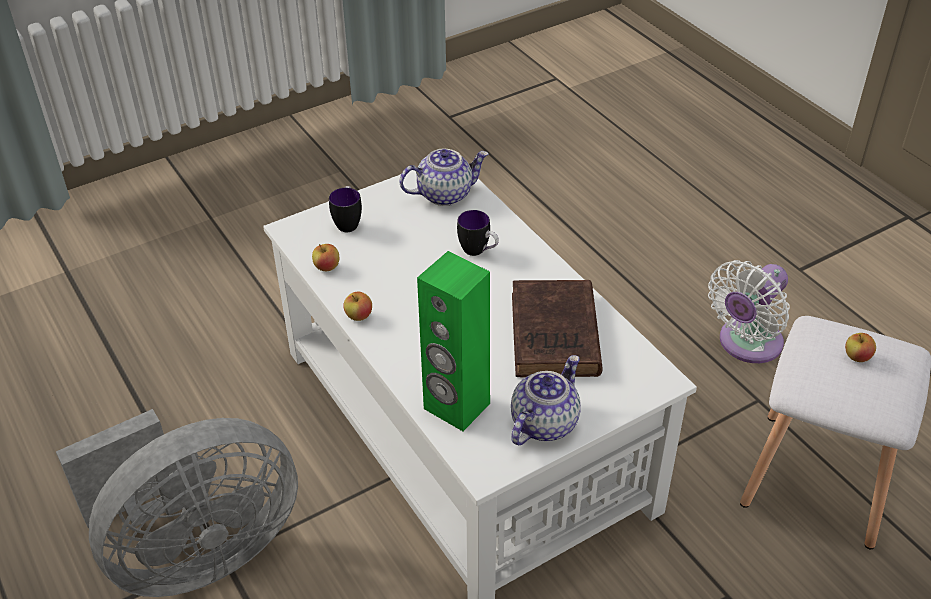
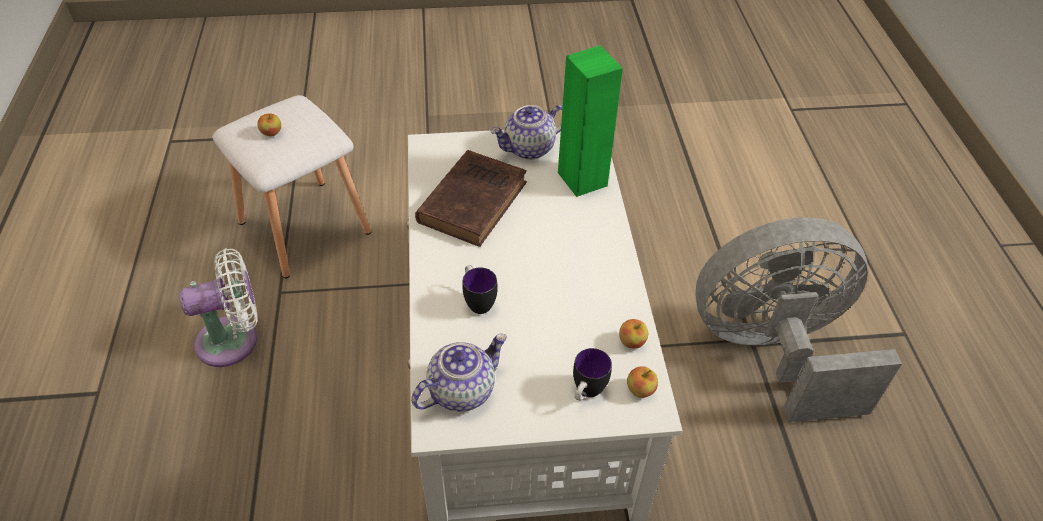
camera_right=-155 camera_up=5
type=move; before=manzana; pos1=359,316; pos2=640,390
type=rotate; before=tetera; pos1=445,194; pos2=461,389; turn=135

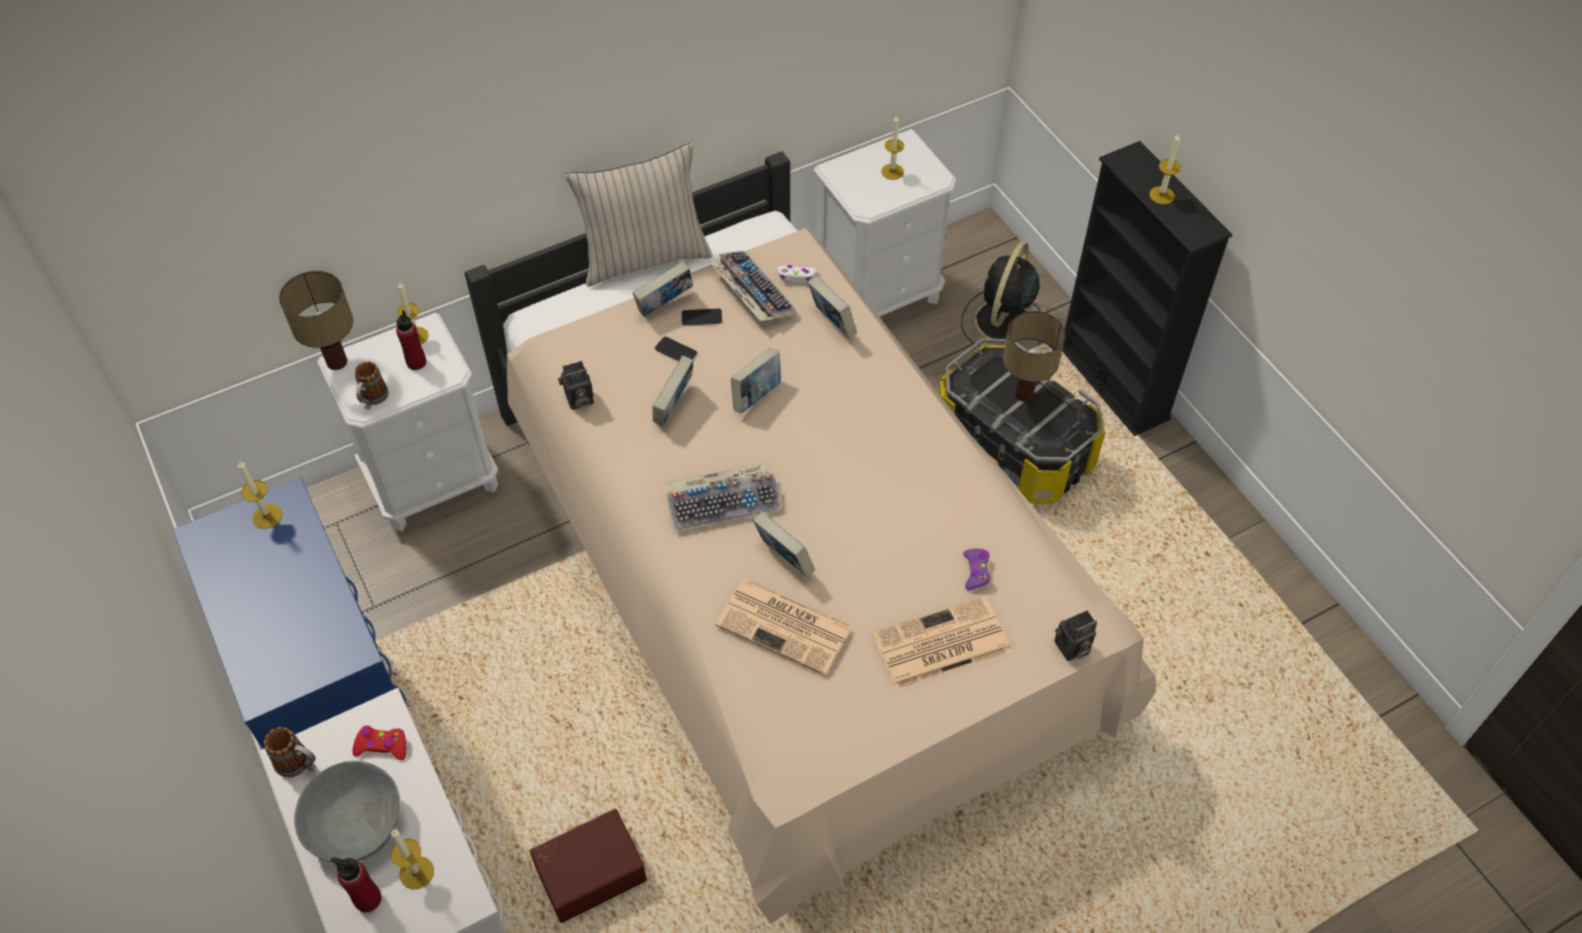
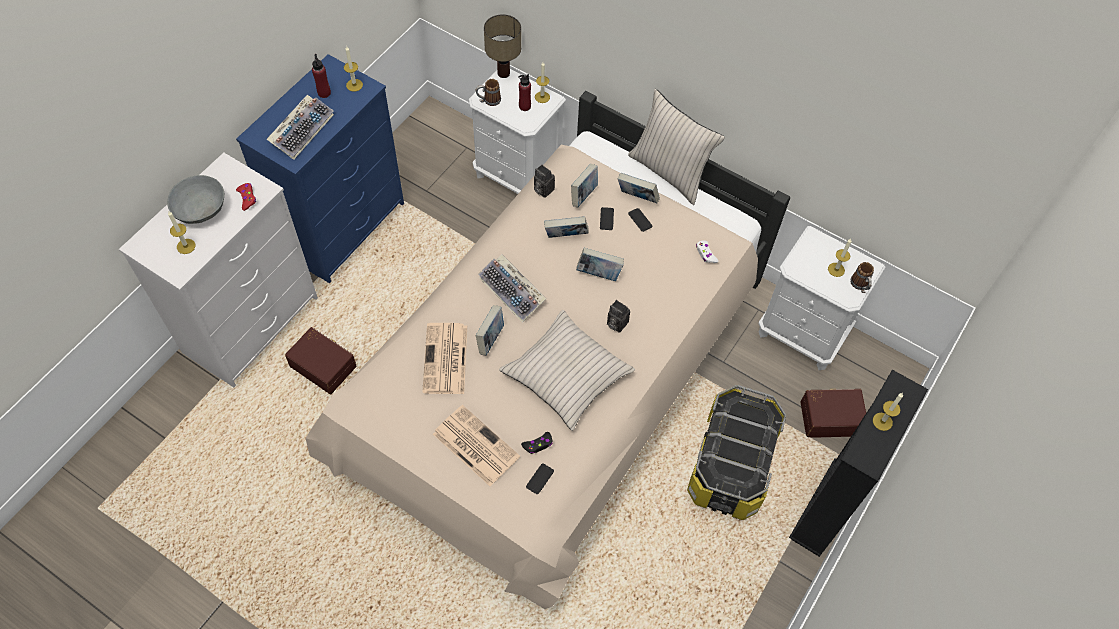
camera_right=60 camera_up=5
type=delete; before=lámpara de mesa; pos1=1024,395
type=insert; after=cojín/beis; pos2=566,375
type=insert; after=móvil; pos2=540,479
type=move; before=taza grande; pos1=299,764; pos2=860,286
type=move; before=botella/rojo; pos1=367,899; pos2=324,93
type=move; before=teclado; pos1=751,293; pos2=302,130
type=move; before=libro; pos1=831,323; pos2=584,195
type=move; before=cámara; pos1=1071,649; pos2=615,323
type=replace; before=ventilador/negro; after=caja de almacenaje/marrón; pos1=1002,323; pos2=830,417
type=recolor; before=mando de consola/morado; after=mando de consola/negro; pos1=976,571; pos2=538,445

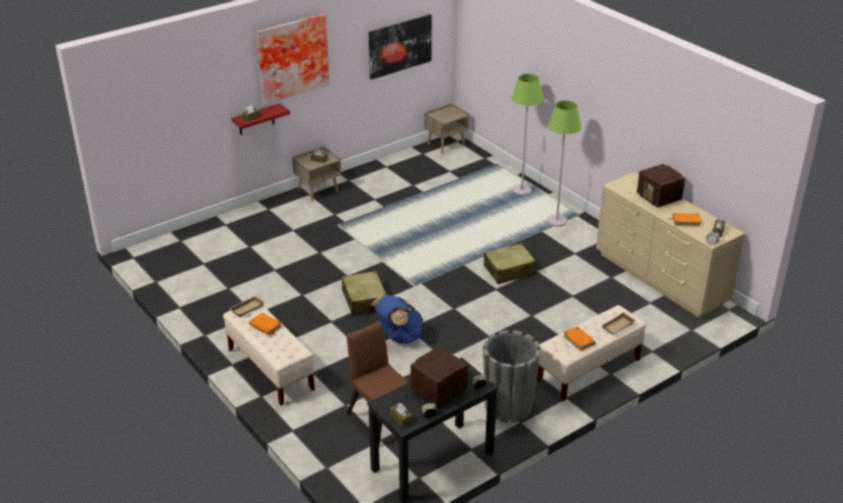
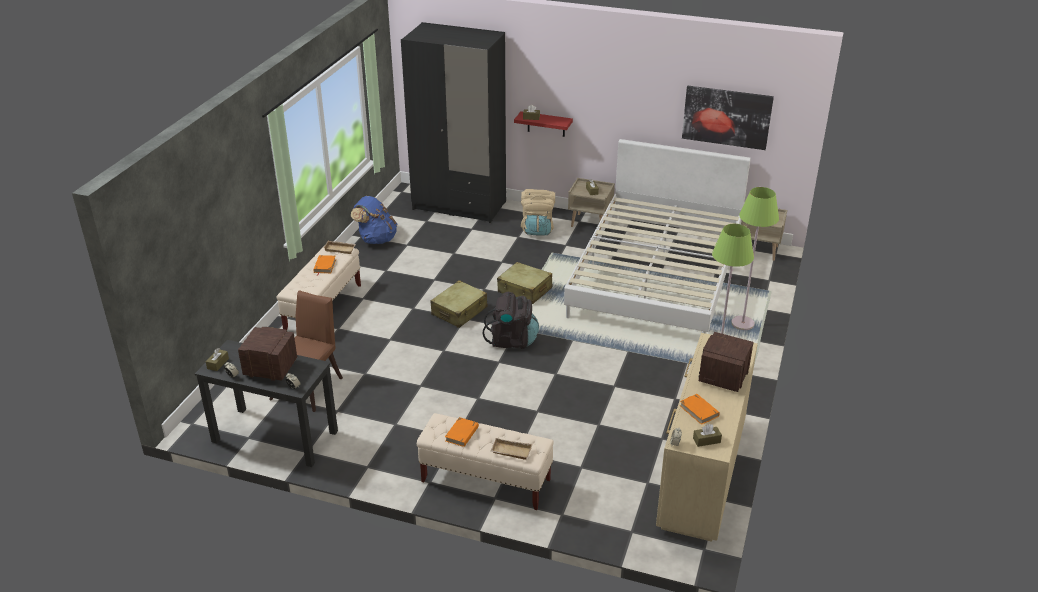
camera_right=55 camera_up=0
type=delete; before=cuadro; pos1=292,57
type=delete; before=maceta/gris; pos1=508,407
type=insert; after=armario ropero/negro; pos2=459,205
type=insert; after=mochila/negro; pos2=512,340
type=insert; after=mochila/beis; pos2=537,229
type=insert; after=cama/blanco; pos2=656,276
type=move; before=mochila/azul; pos1=398,337; pos2=376,239
type=move; before=maleta/beis; pos1=509,270; pos2=525,290

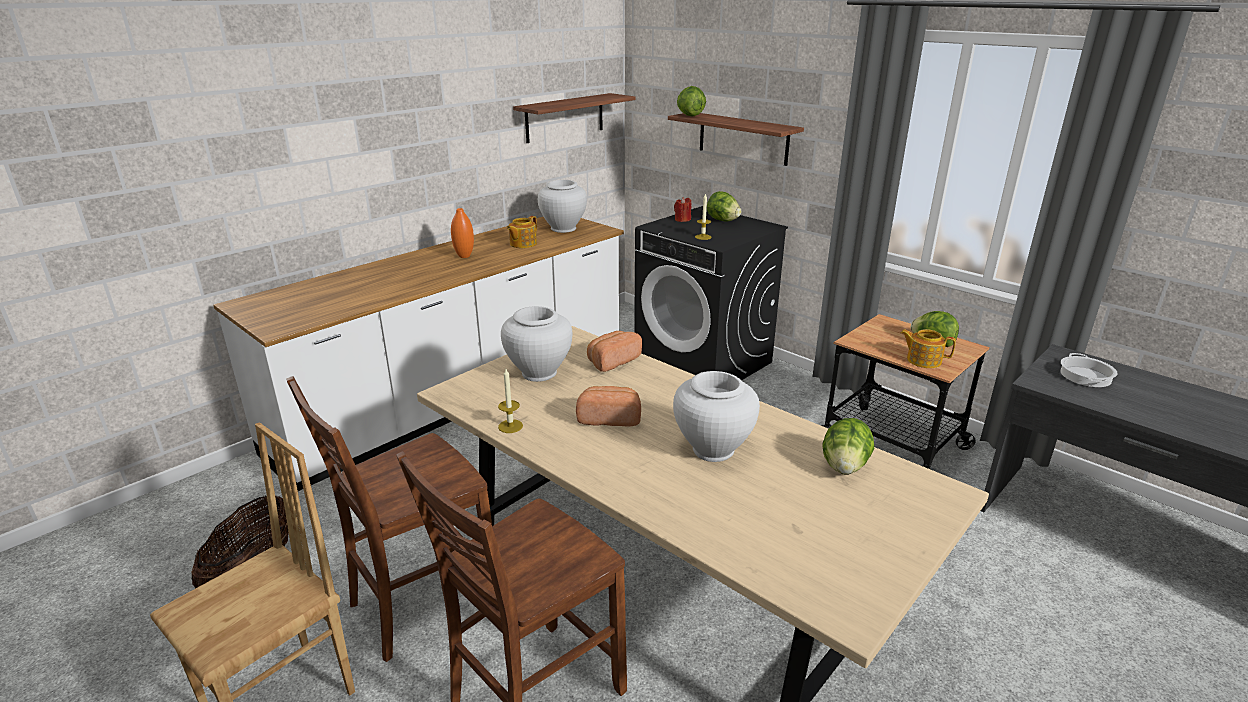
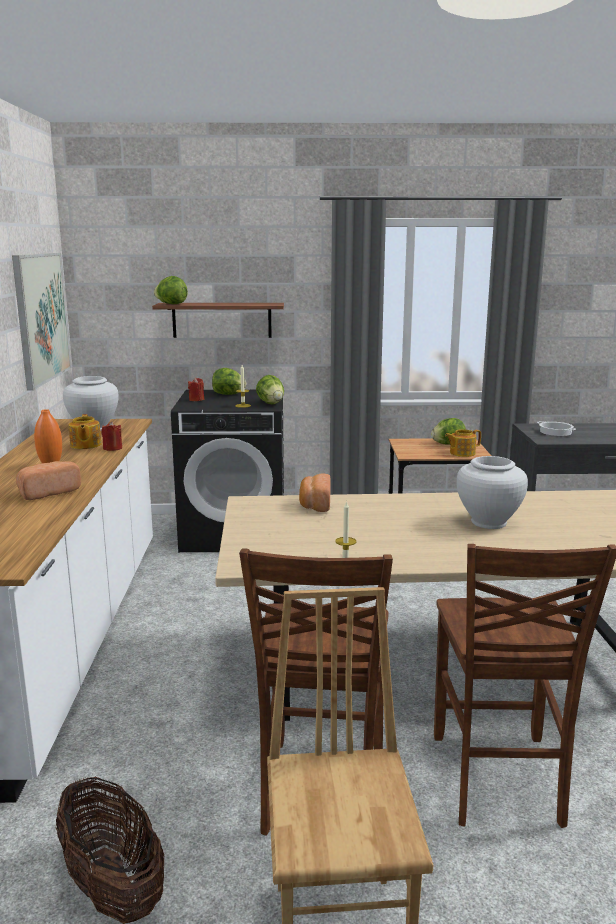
camera_right=-45 camera_up=-10
type=delete; before=florero/blanco; pos1=539,373
type=insert; after=vela/rojo; pos2=112,448
type=move; before=pan; pos1=609,418; pos2=47,492
type=move; before=lechuga; pos1=844,466; pos2=271,403
type=replace; before=estante; after=cuadro; pos1=565,117; pos2=41,317

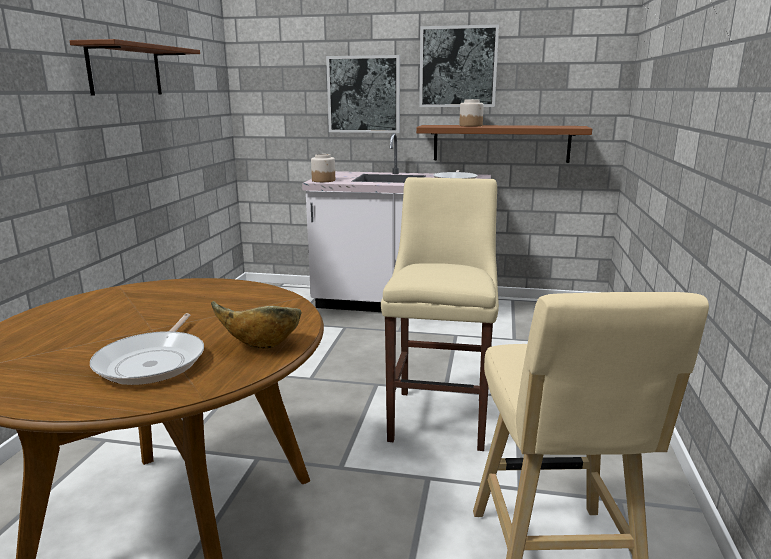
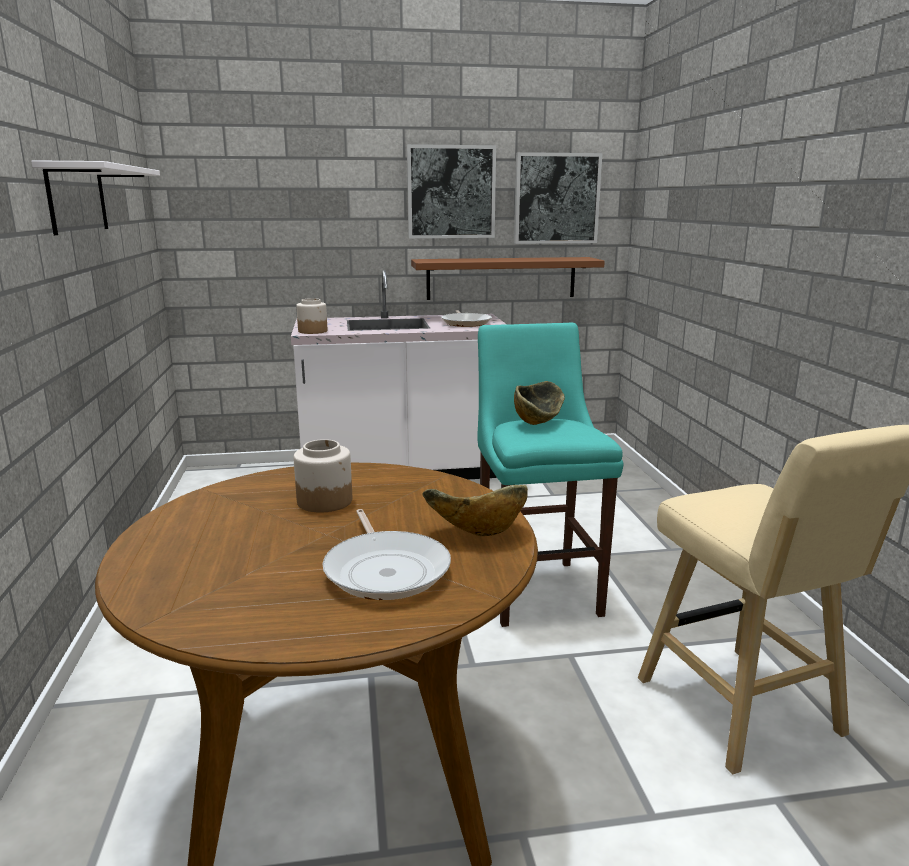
camera_right=-20 camera_up=0
type=insert; after=cuenco; pos2=538,422
type=move; before=cuadro; pos1=364,94; pos2=556,198
type=move; before=tarro; pos1=471,125; pos2=325,501
type=recolor; before=estante/marrón; after=estante/blanco; pos1=125,70; pos2=77,199
type=recolor; before=taburete/beis; after=taburete/turquesa; pos1=440,415; pos2=536,588

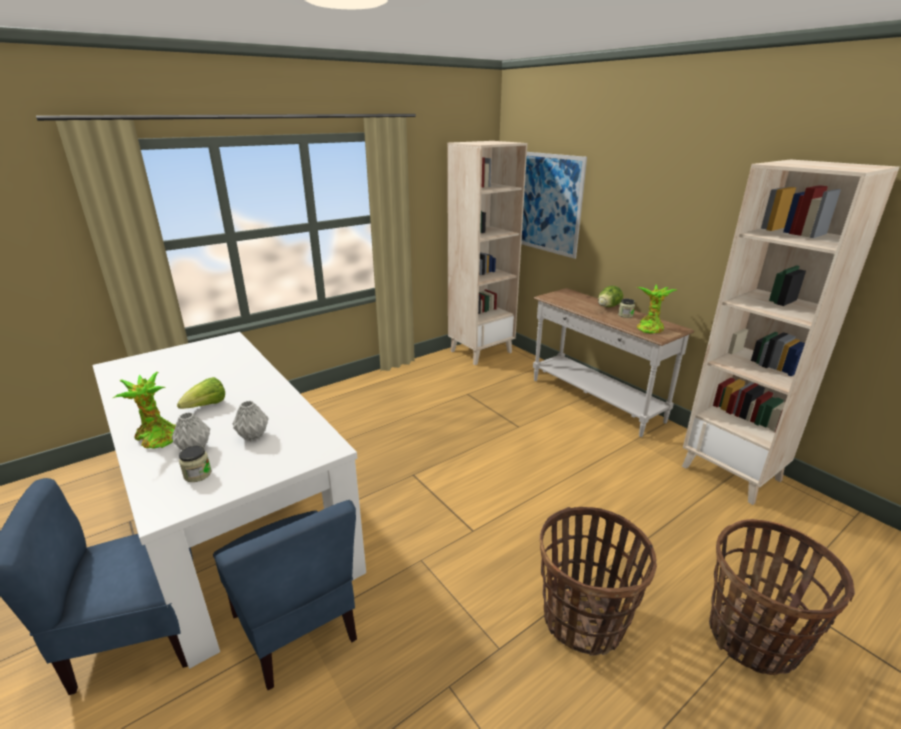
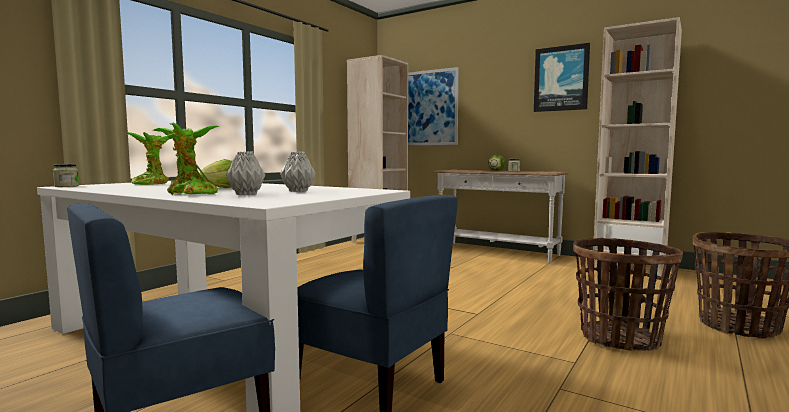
camera_right=-20 camera_up=-20
type=insert; after=cuadro; pos2=561,78
type=move; before=tarro; pos1=197,474; pos2=66,186
type=move; before=planta en maceta; pos1=650,328; pos2=152,184

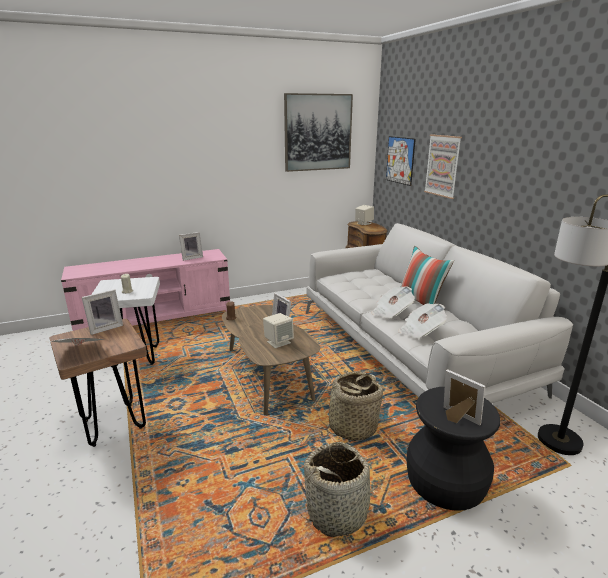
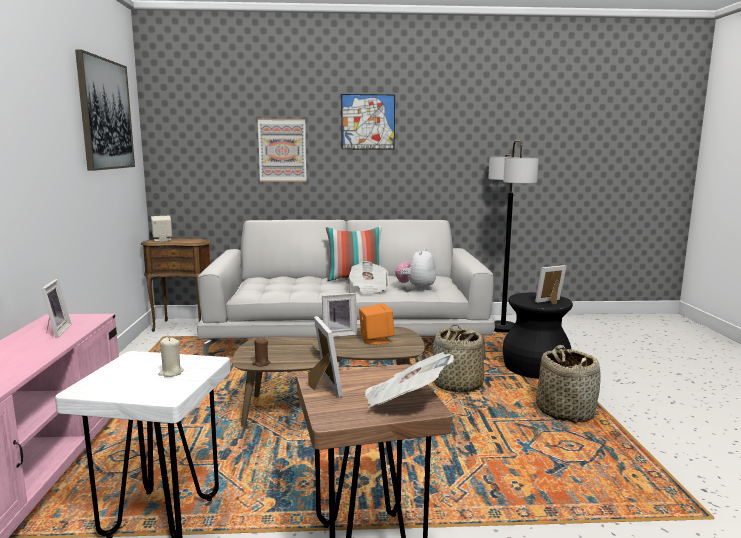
camera_right=-70 camera_up=-10
type=move; before=cuadro; pos1=400,160; pos2=368,122
type=replace; before=periódico; after=peluche; pos1=420,331; pos2=416,288
type=recolor; before=altavoz/beis; after=altavoz/naranja; pos1=278,342; pos2=376,340

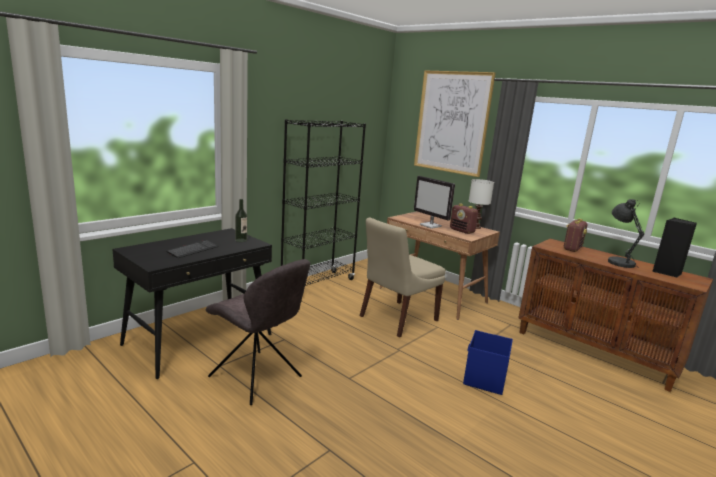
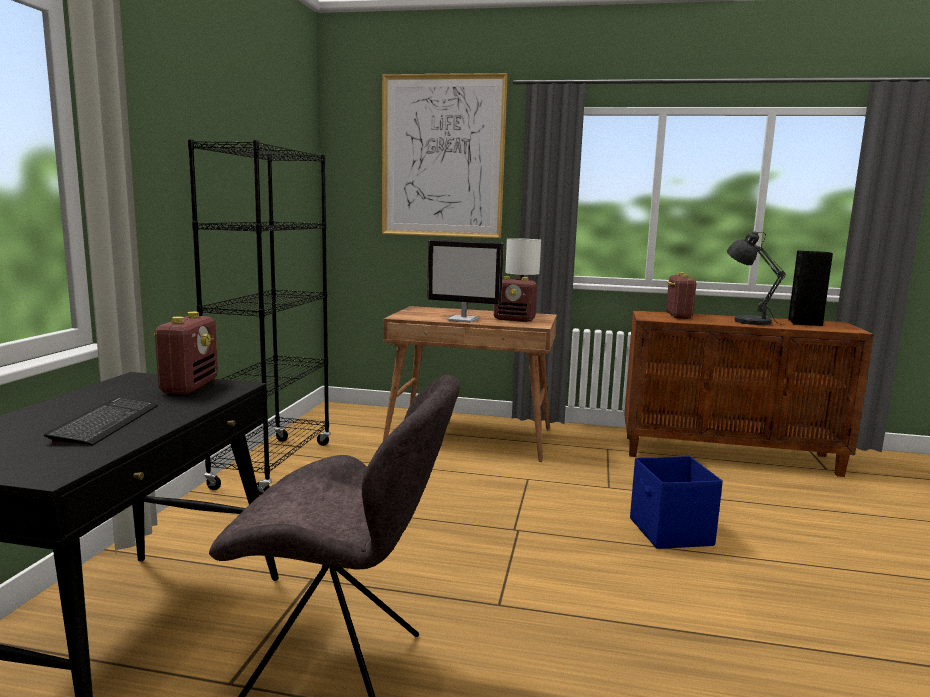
camera_right=-30 camera_up=-5
type=delete; before=silla/beis; pos1=396,319
type=replace; before=botella; after=radio; pos1=241,240; pos2=189,387

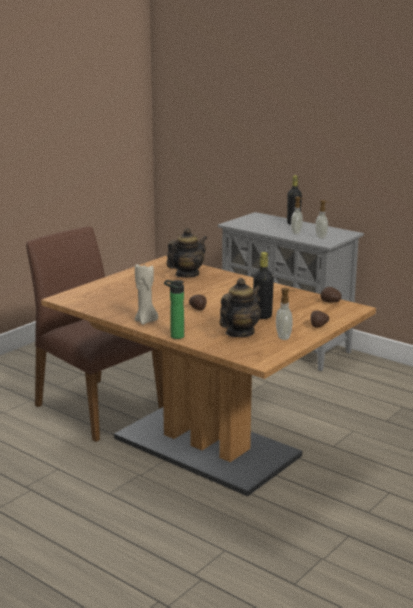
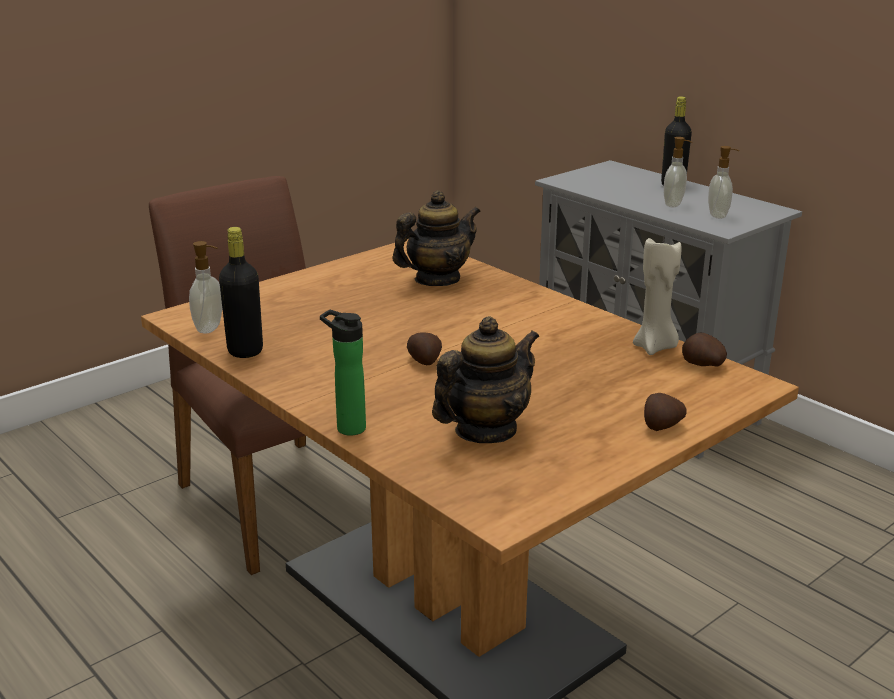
camera_right=10 camera_up=5
type=move; before=vela/beis; pos1=146,321; pos2=655,347
type=move; before=botella/negro; pos1=262,316; pos2=245,351
type=move; before=dispensador de jabón; pos1=284,337; pos2=210,328

